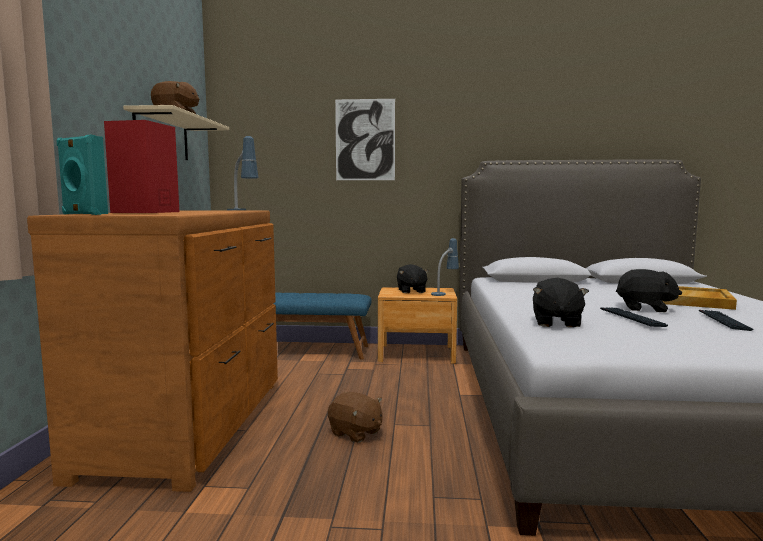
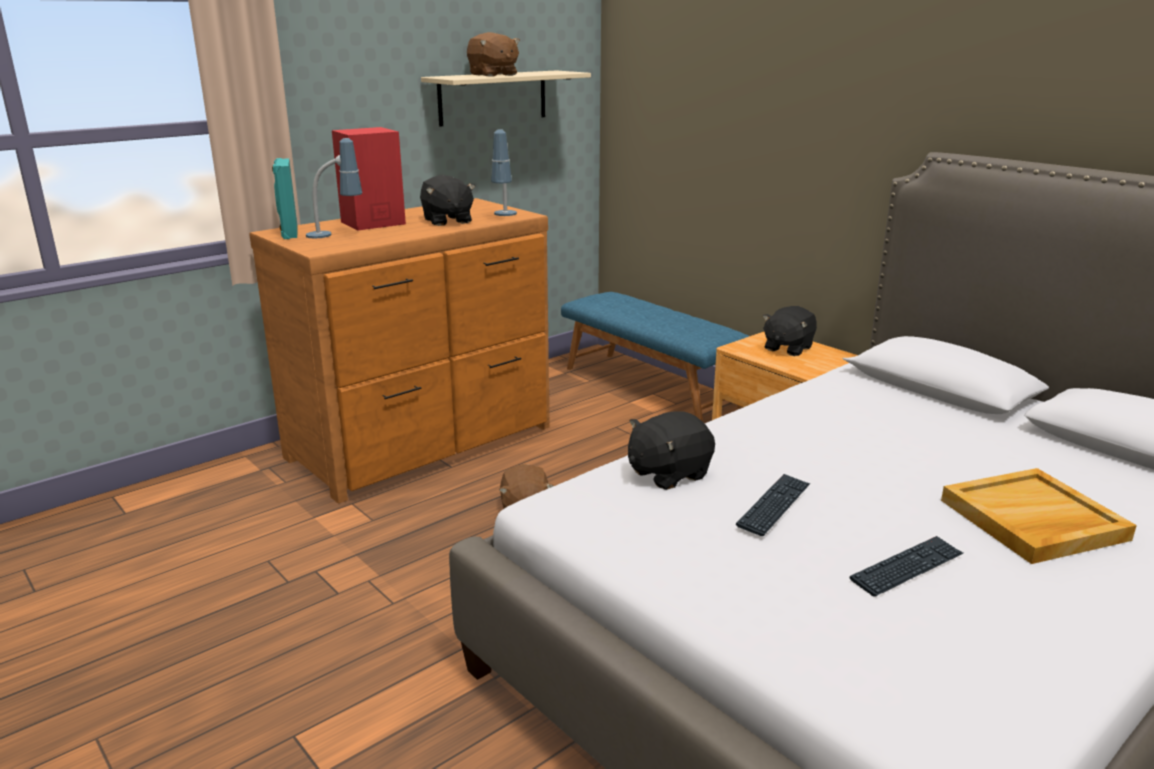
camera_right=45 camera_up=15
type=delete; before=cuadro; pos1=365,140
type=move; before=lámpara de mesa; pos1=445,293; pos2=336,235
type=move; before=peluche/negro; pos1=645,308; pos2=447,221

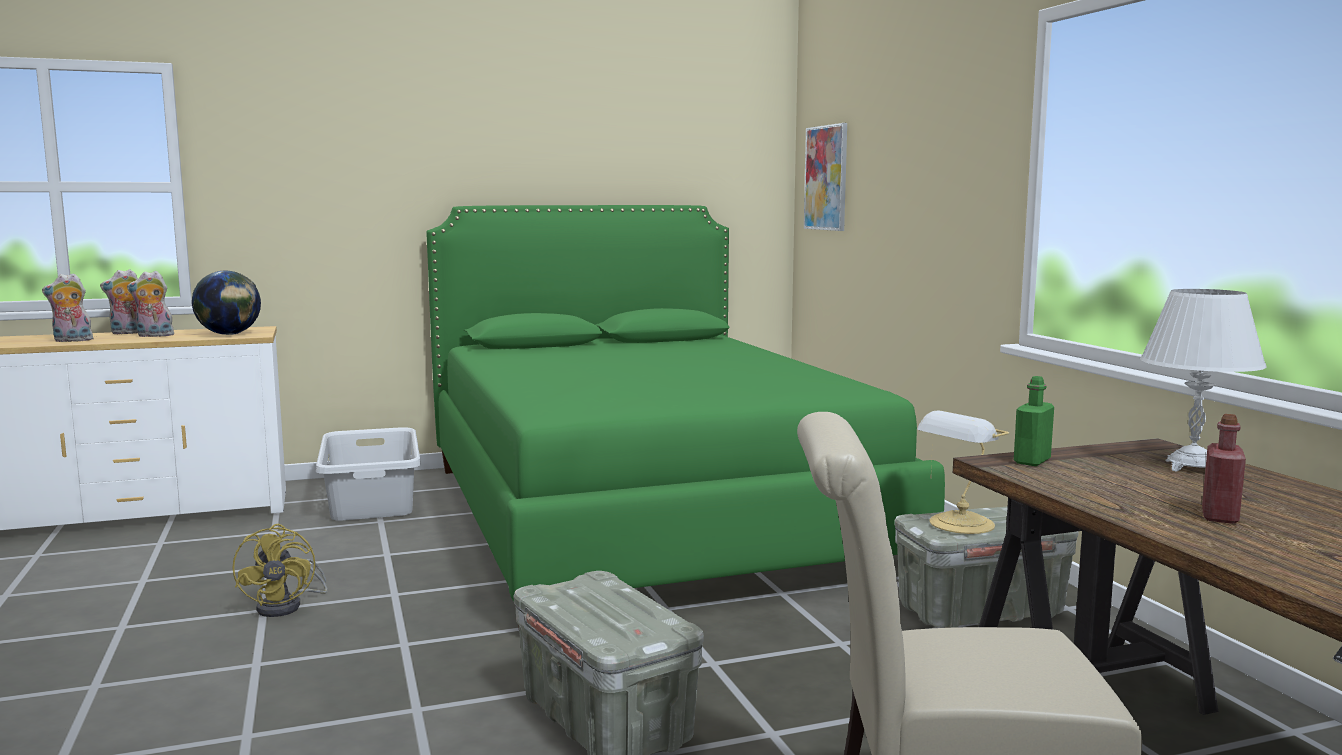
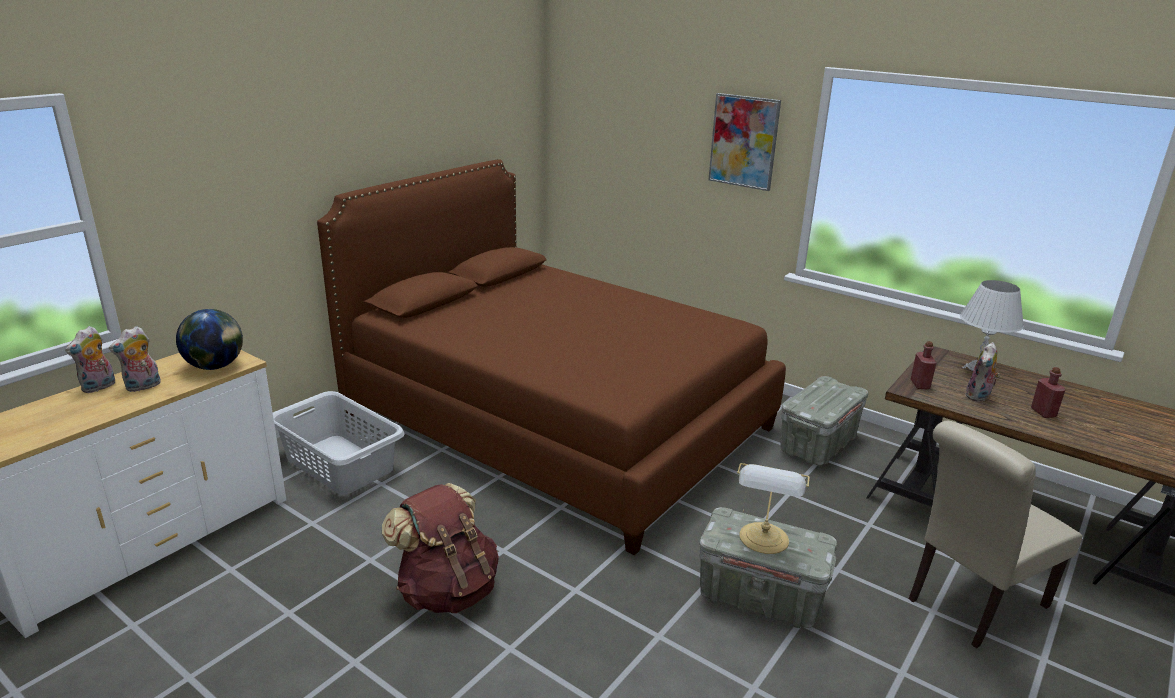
camera_right=-35 camera_up=15
type=move; before=peluche; pos1=71,341; pos2=979,397
type=move; before=cuadro; pos1=826,178; pos2=744,141
type=move; before=lámpara de mesa; pos1=959,524; pos2=764,540
type=replace; before=ventilador/amarillo; after=mochila/marrón; pos1=287,606; pos2=447,590
type=recolor; before=cama/verde; after=cama/marrón; pos1=646,516; pos2=557,420
type=recolor; before=botella/verde; after=botella/rojo; pos1=1032,461; pos2=920,384

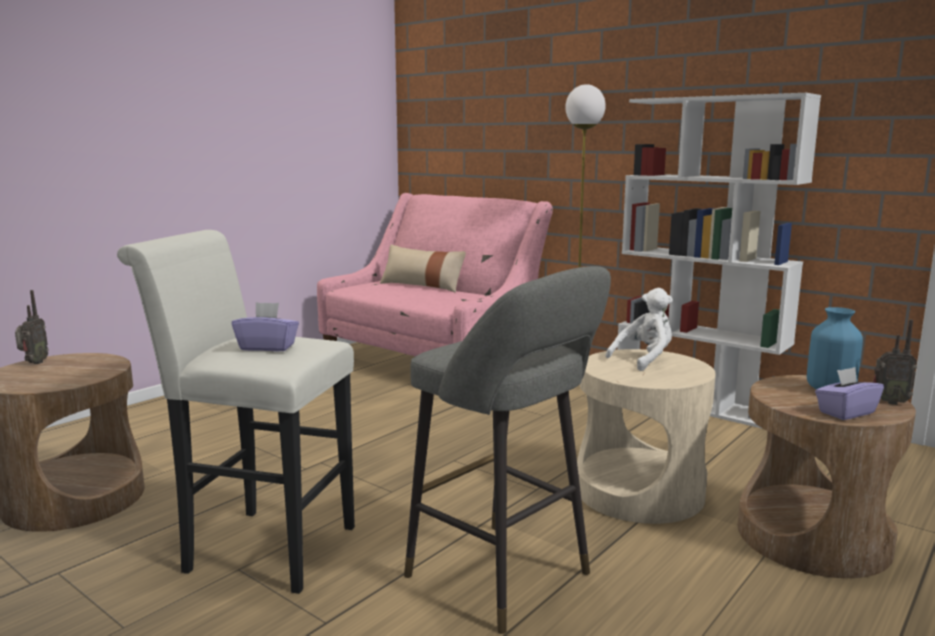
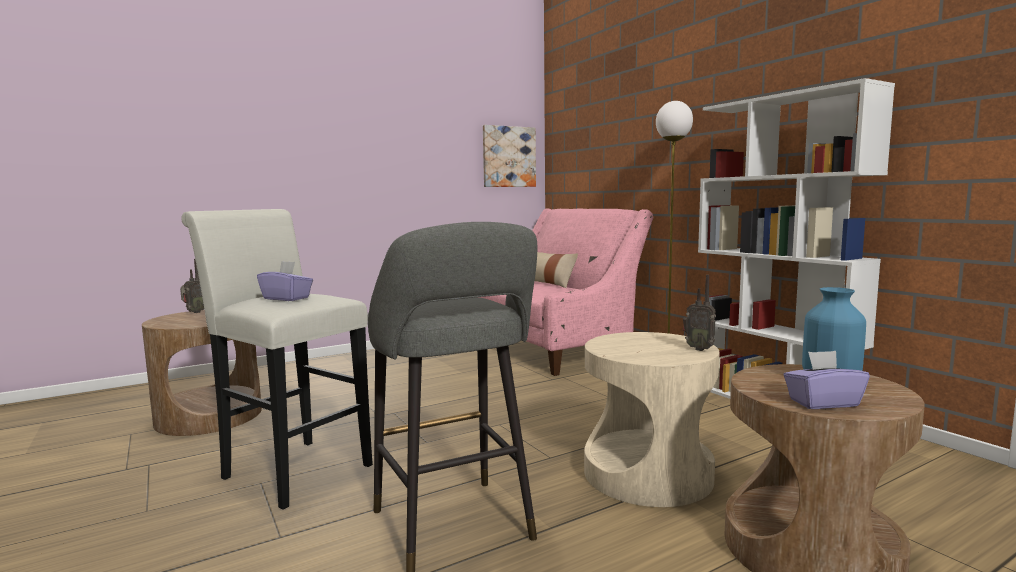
camera_right=20 camera_up=-5
type=delete; before=peluche/blanco; pos1=644,360
type=insert; after=cuadro; pos2=508,157
type=move; before=radio; pos1=889,402; pos2=699,349

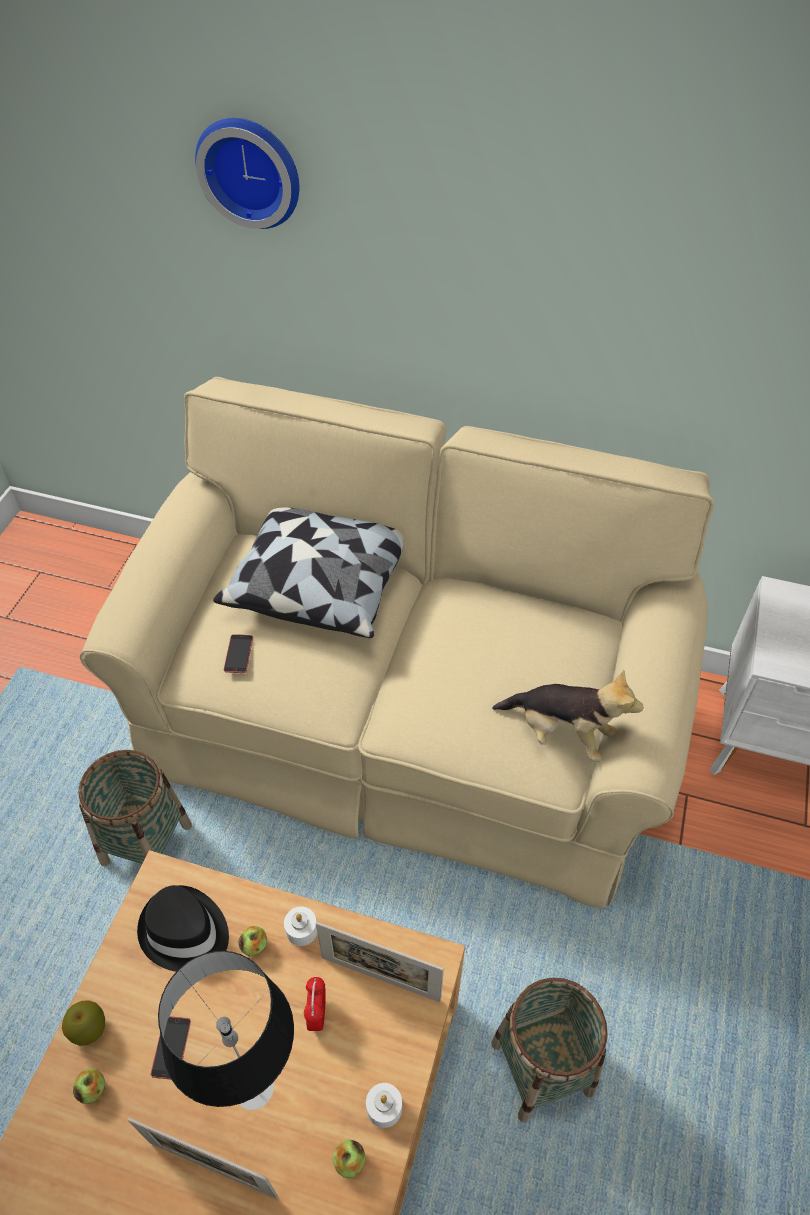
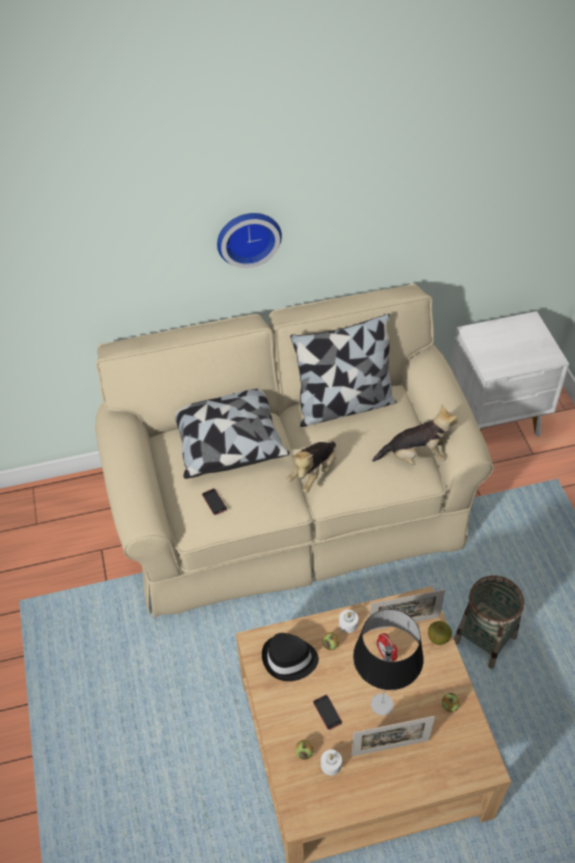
camera_right=-30 camera_up=0
type=delete; before=cesta; pos1=147,844
type=insert; after=peluche; pos2=313,473
type=insert; after=cojín; pos2=344,405
type=move; before=manzana; pos1=89,1029; pos2=438,638
type=move; before=reloj de pared; pos1=251,170; pos2=248,236
type=move; before=vela/blanco; pos1=384,1108; pos2=331,765

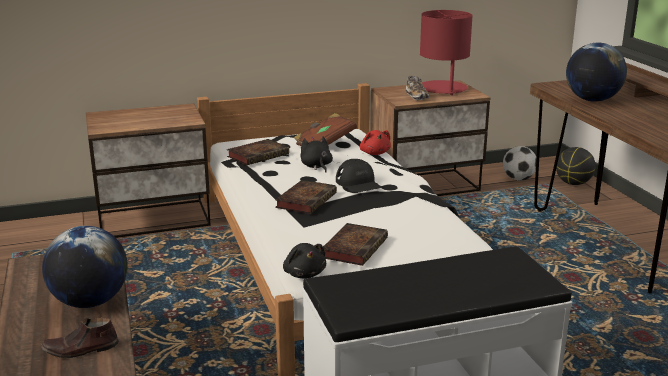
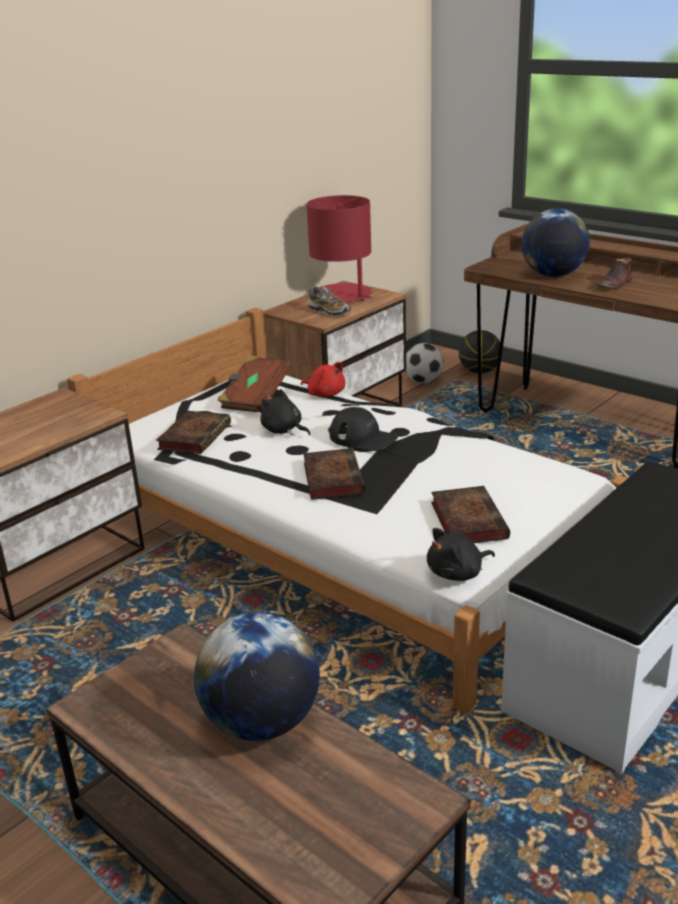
camera_right=-30 camera_up=5
type=move; before=zapato/marrón; pos1=81,349; pos2=614,285
type=rotate; before=peluche/negro; pos1=304,273; pos2=457,573; turn=120

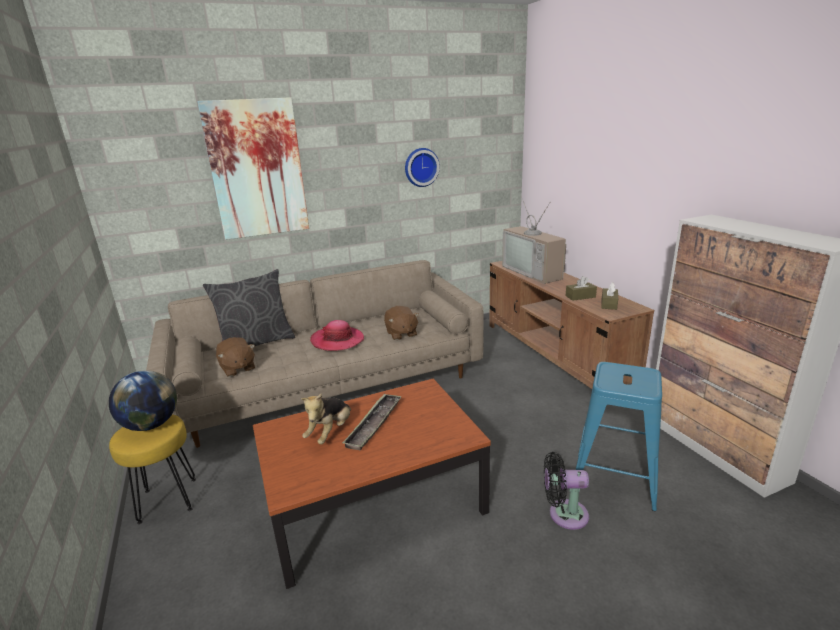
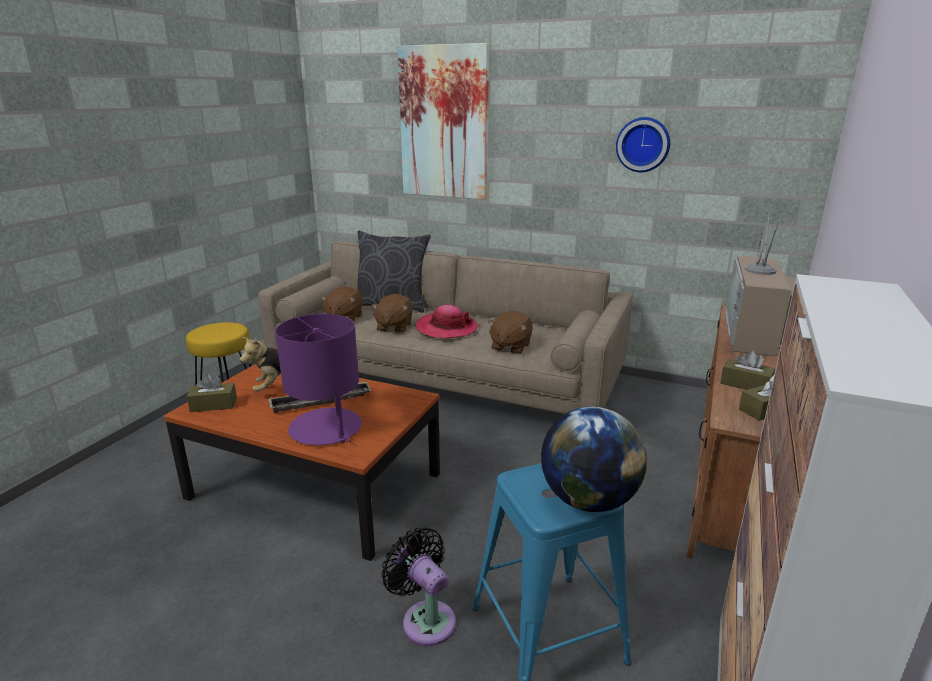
camera_right=45 camera_up=0
type=insert; after=caja de pañuelos/marrón; pos2=213,405
type=insert; after=lámpara de mesa/morado; pos2=326,428
type=insert; after=peluche/marrón; pos2=394,327
type=move; before=globo terráqueo; pos1=151,425; pos2=588,500

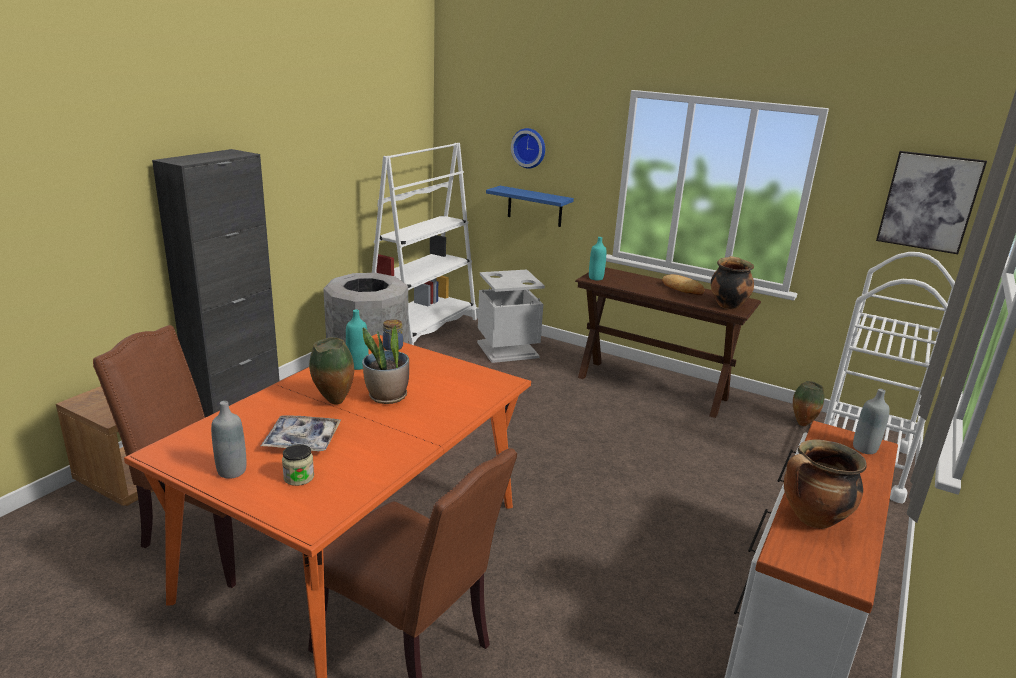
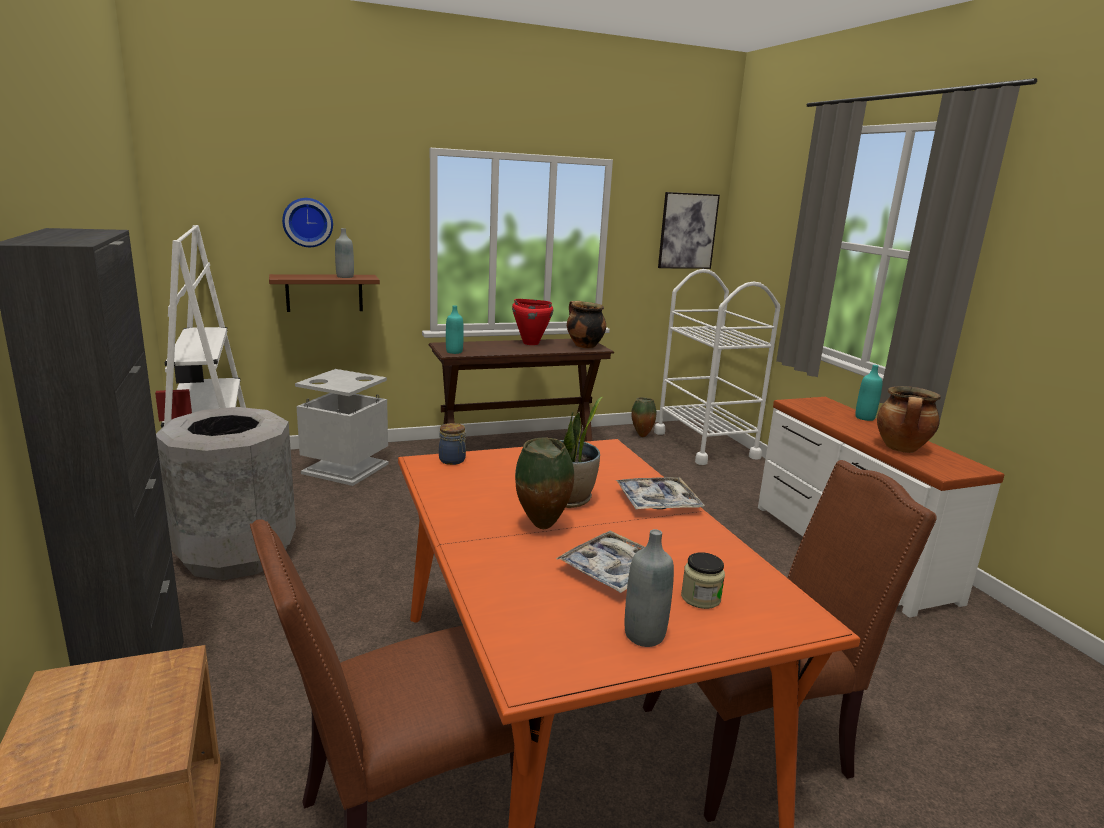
camera_right=-50 camera_up=-5
type=insert; after=bandeja; pos2=657,502
type=move; before=botella/turquesa; pos1=357,365; pos2=864,418
type=move; before=botella/gris; pos1=864,448; pos2=345,277
type=replace; before=pan; after=olla/rojo; pos1=682,288; pos2=530,343
type=recolor; before=estante/azul; after=estante/marrón; pos1=535,206; pos2=324,293

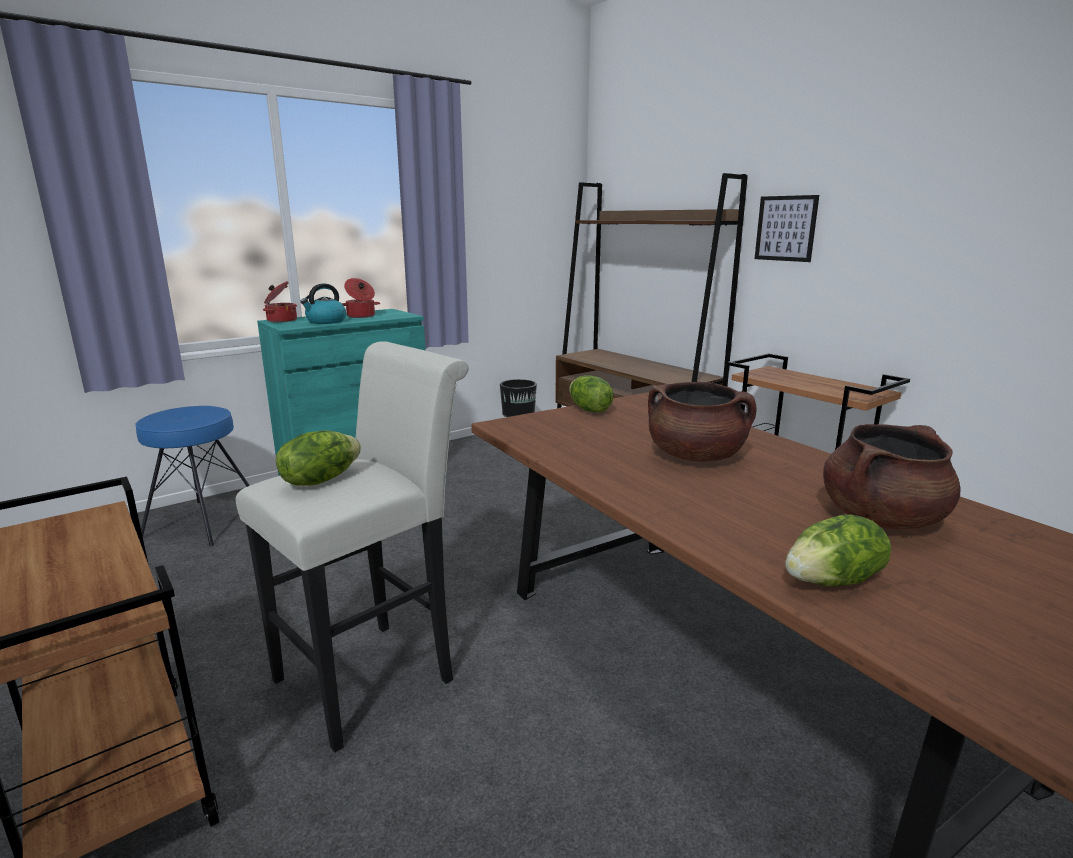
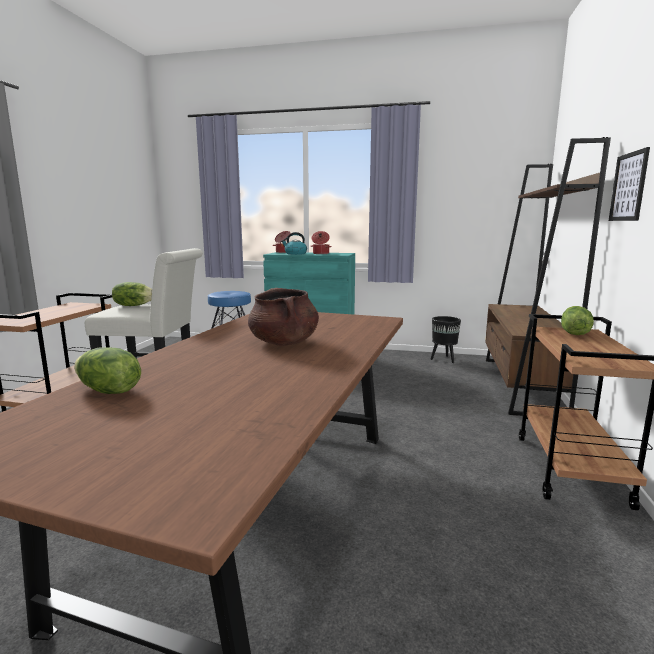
camera_right=50 camera_up=-5
type=delete; before=olla/marrón; pos1=882,519
type=move; before=lechuga; pos1=589,410; pos2=573,333

